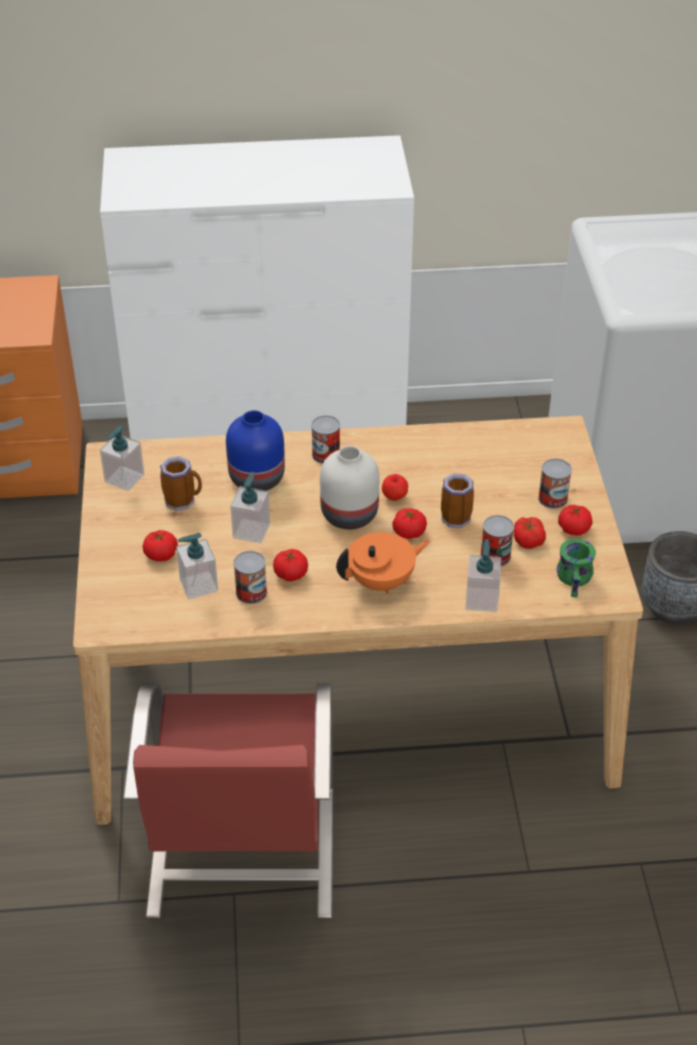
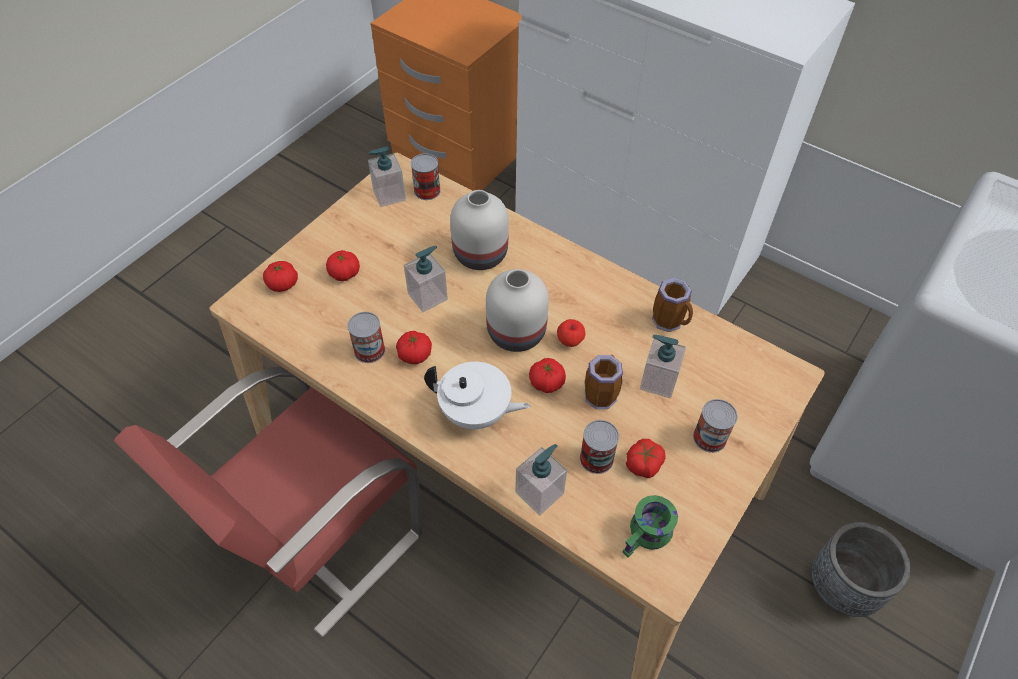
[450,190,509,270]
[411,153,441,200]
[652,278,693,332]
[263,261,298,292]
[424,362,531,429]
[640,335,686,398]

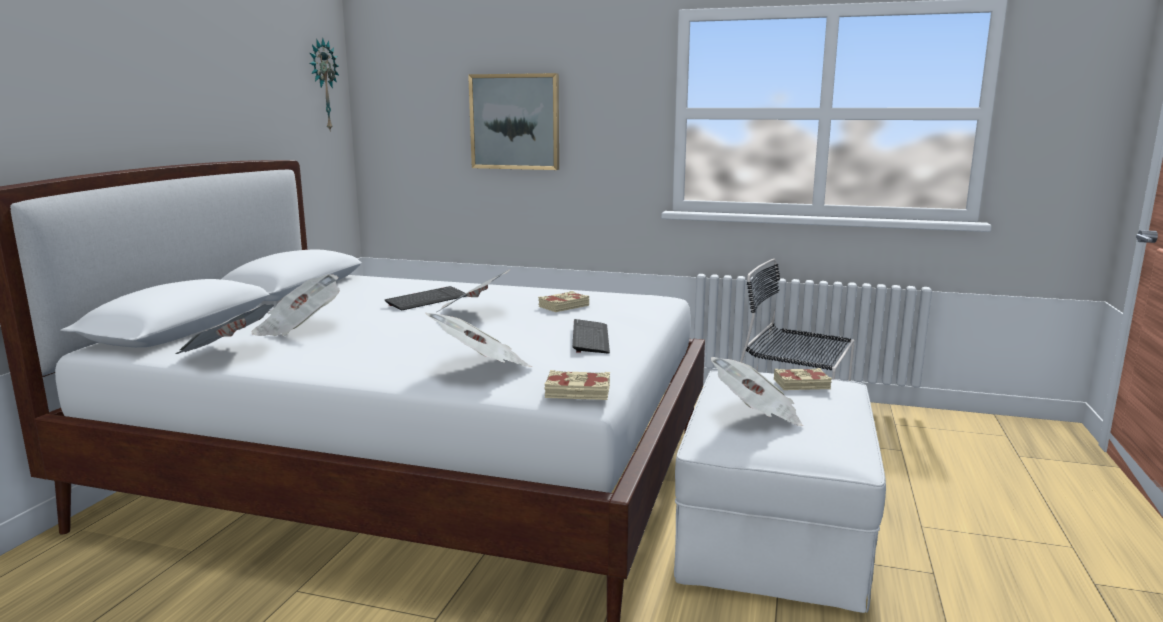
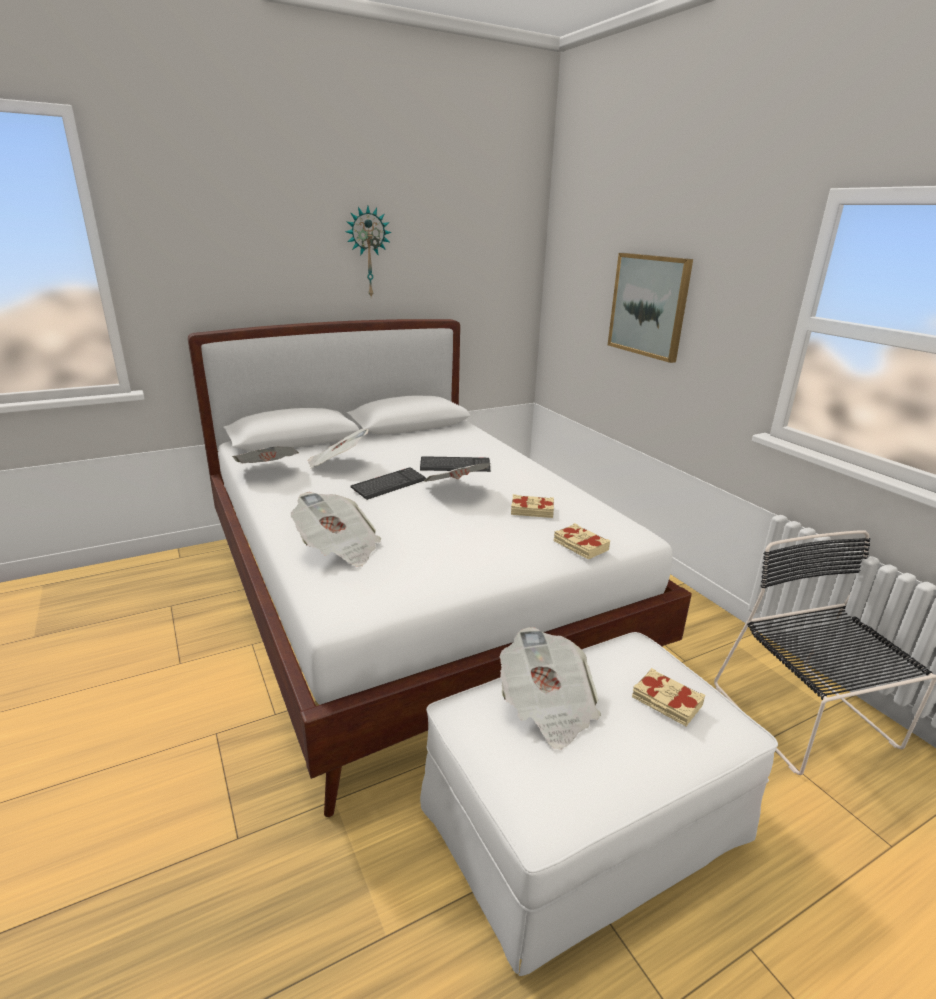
[345,206,392,296]
[350,467,427,500]
[554,523,610,559]

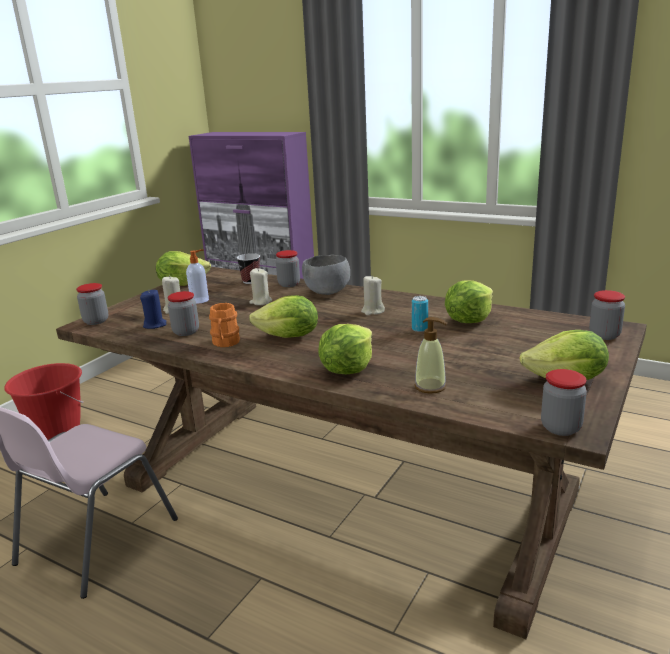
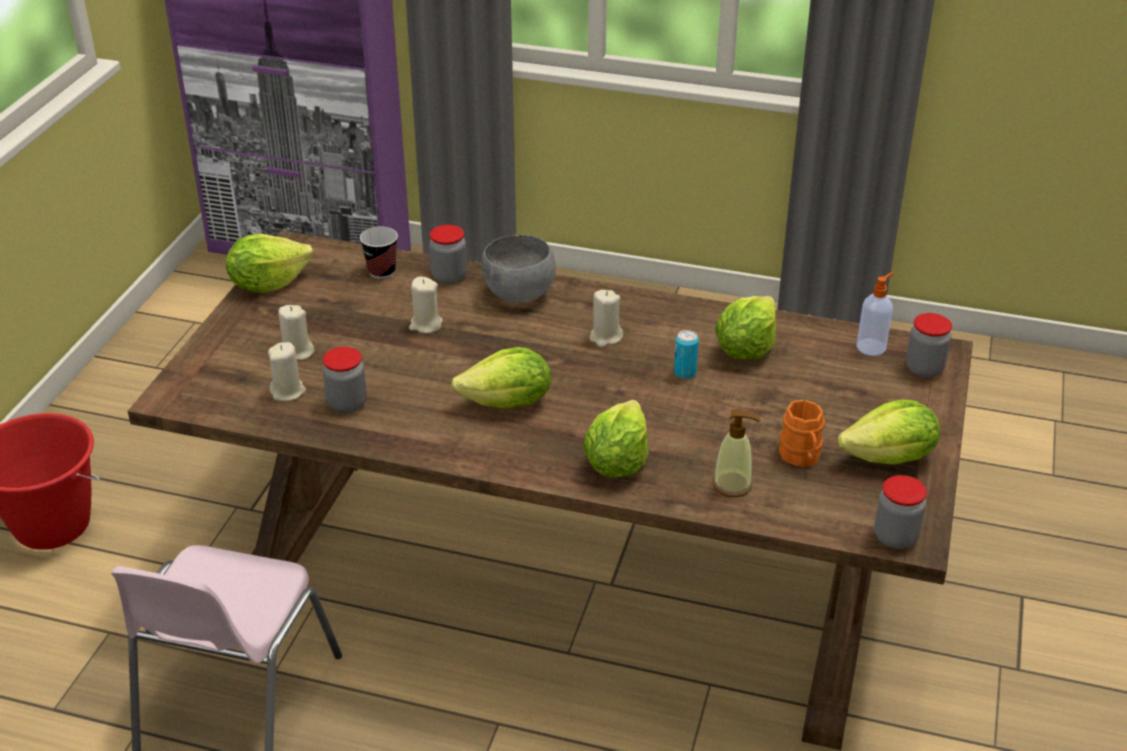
[856,272,894,356]
[76,283,108,325] (first image)
[268,342,306,401]
[779,400,825,467]

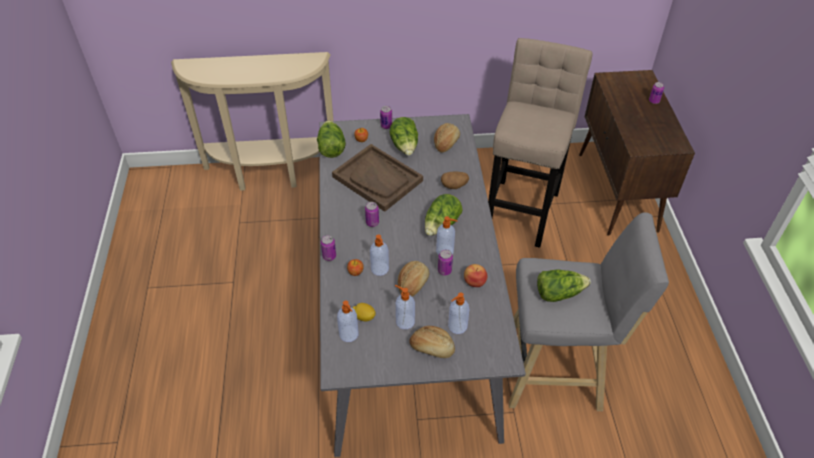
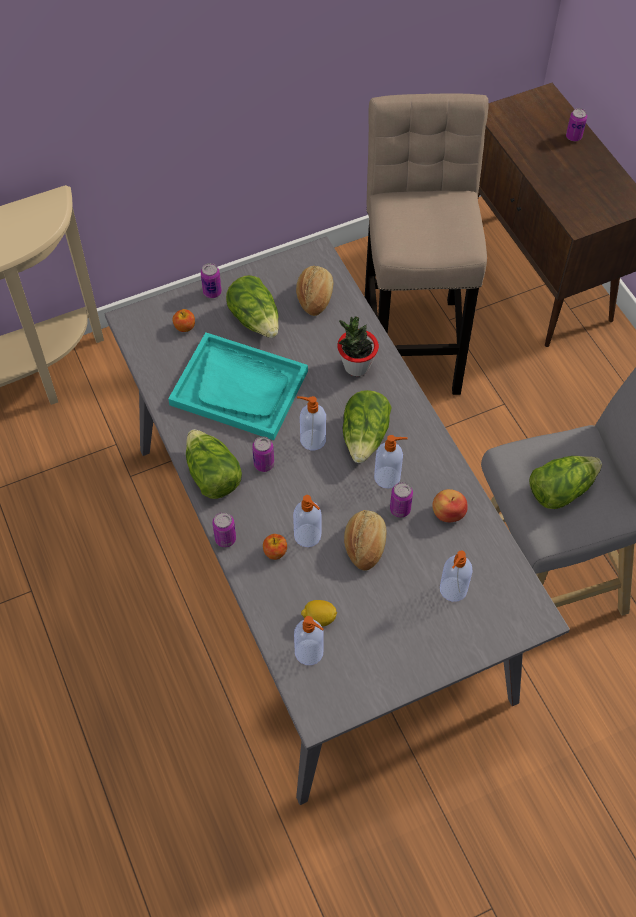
[186,429,242,499]
[168,332,308,440]
[337,316,379,376]
[297,396,326,450]
[409,326,455,358] (first image)

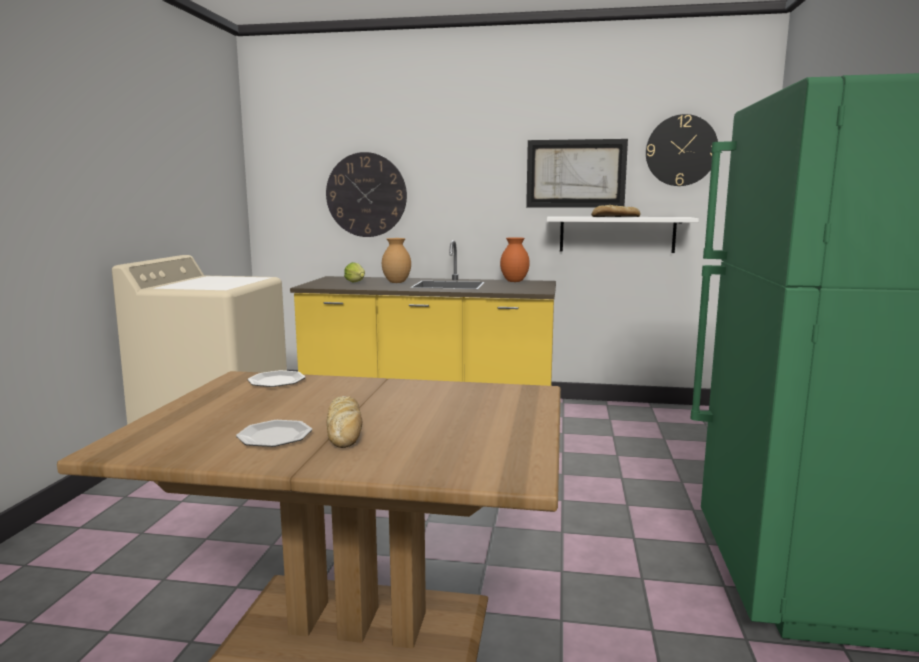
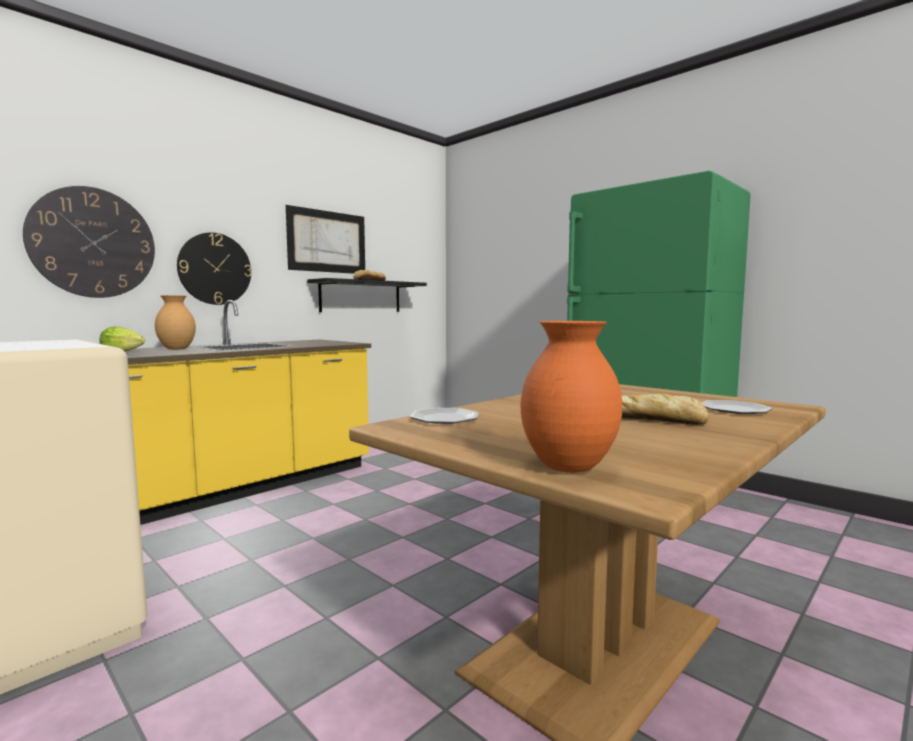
[177,232,252,305]
[307,278,427,312]
[521,321,623,473]
[701,400,772,414]

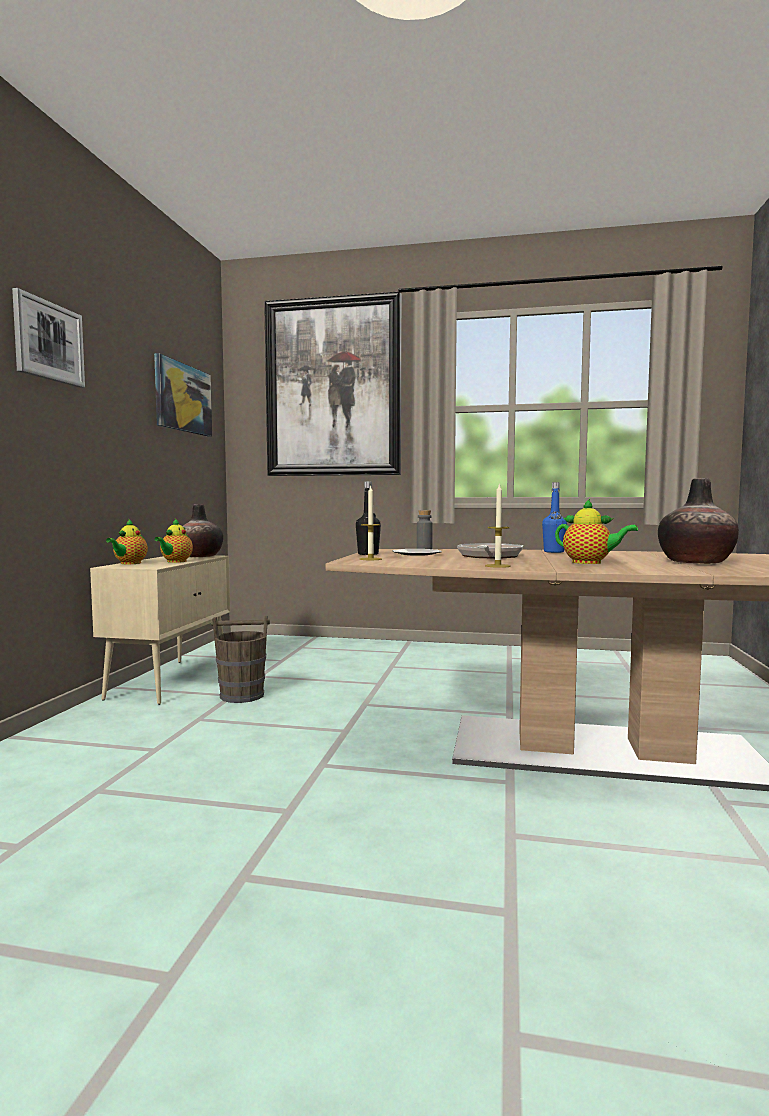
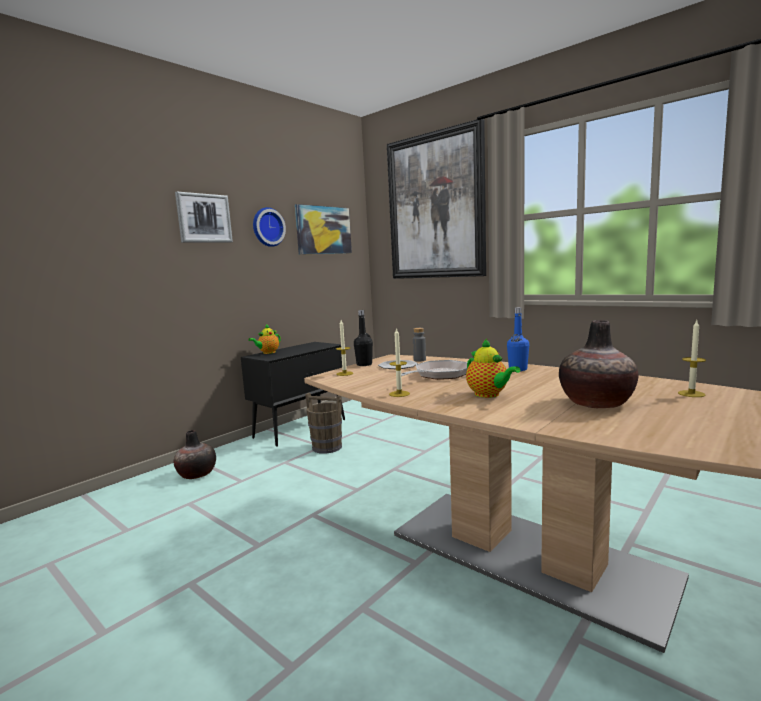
[174,430,216,479]
[154,519,193,563] (first image)
[241,342,345,447]
[253,207,286,247]
[678,321,706,397]

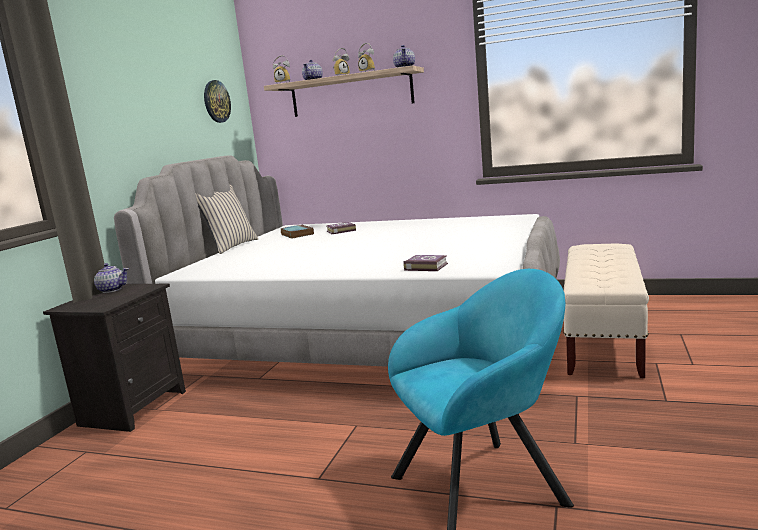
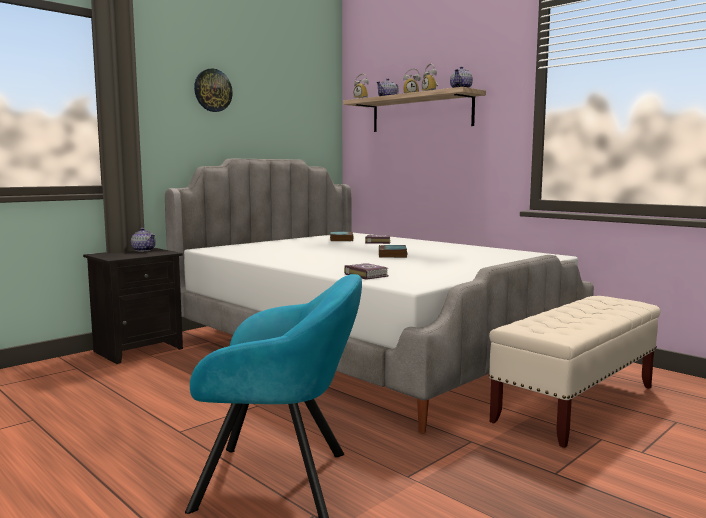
[194,68,233,112]
[195,184,258,254] (first image)
[379,245,407,258]

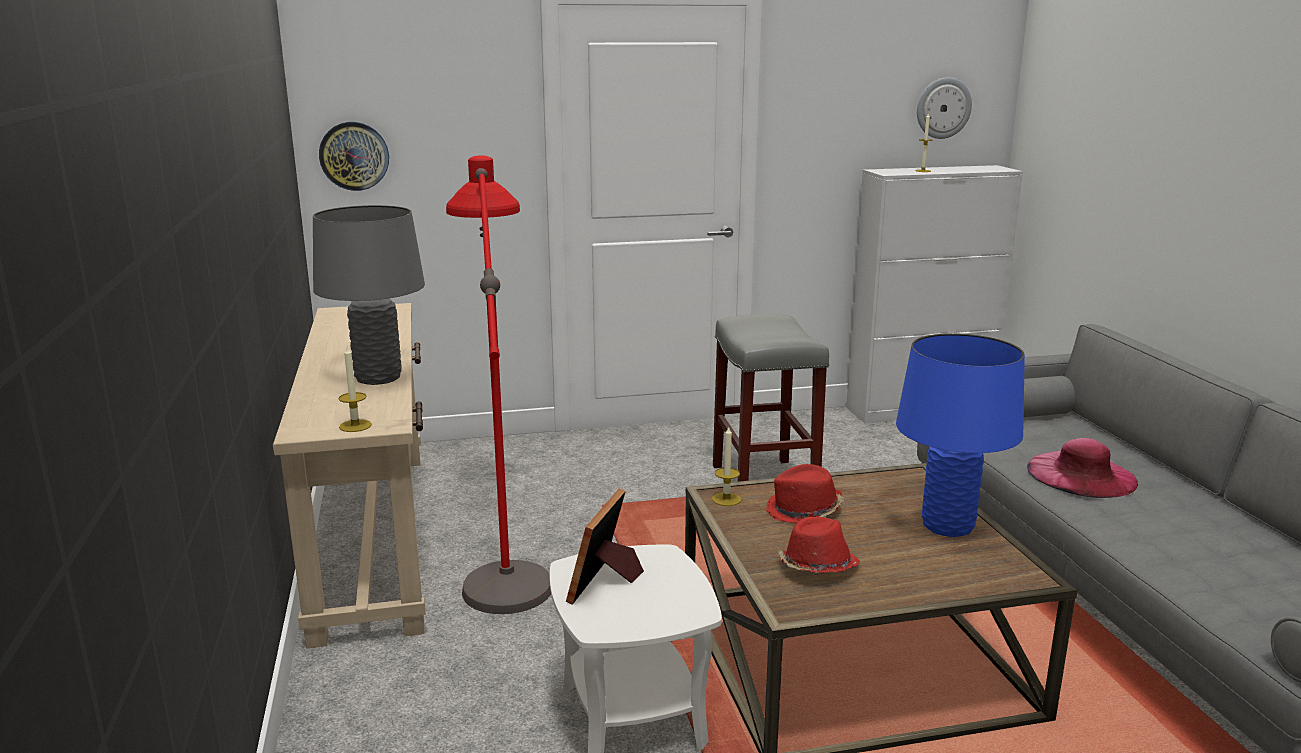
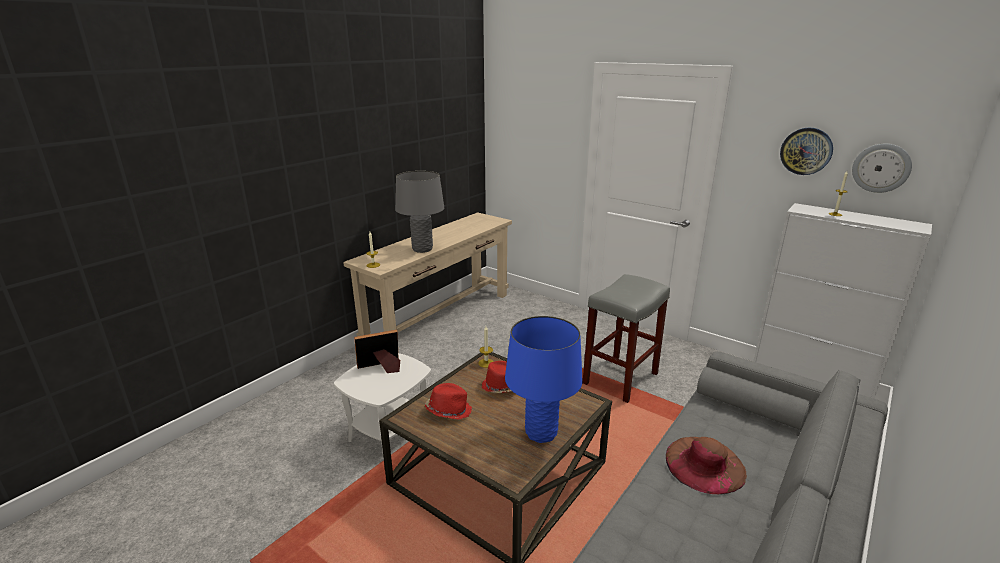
[780,128,833,175]
[446,155,551,614] (first image)
[666,437,747,495]

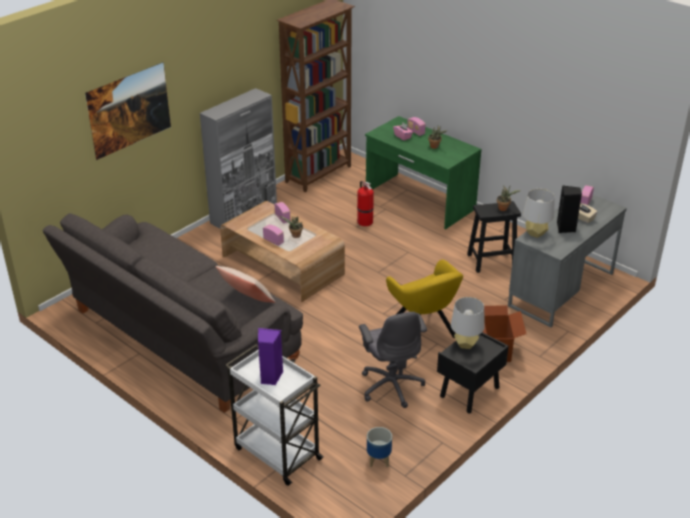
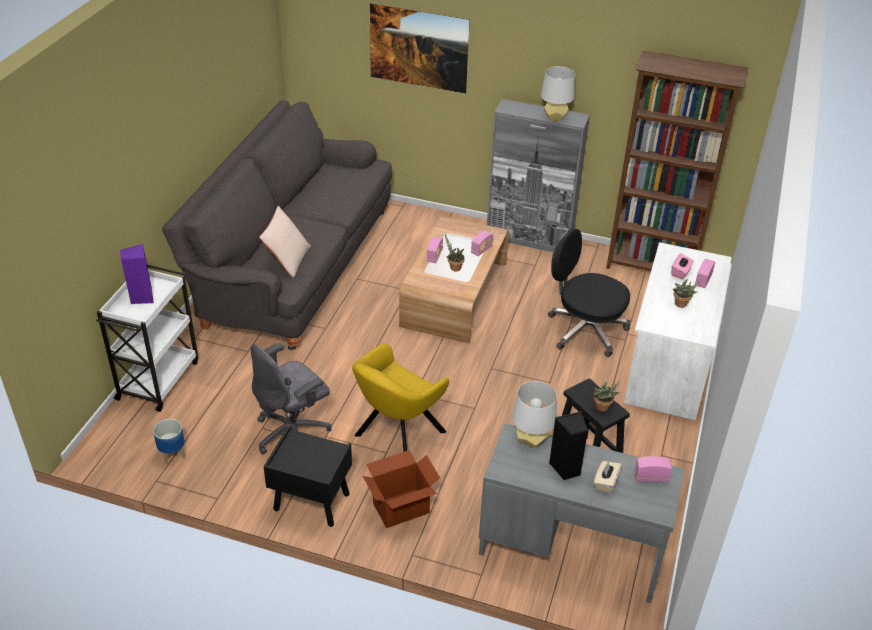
[624,242,732,420]
[548,228,631,357]
[541,66,575,121]

